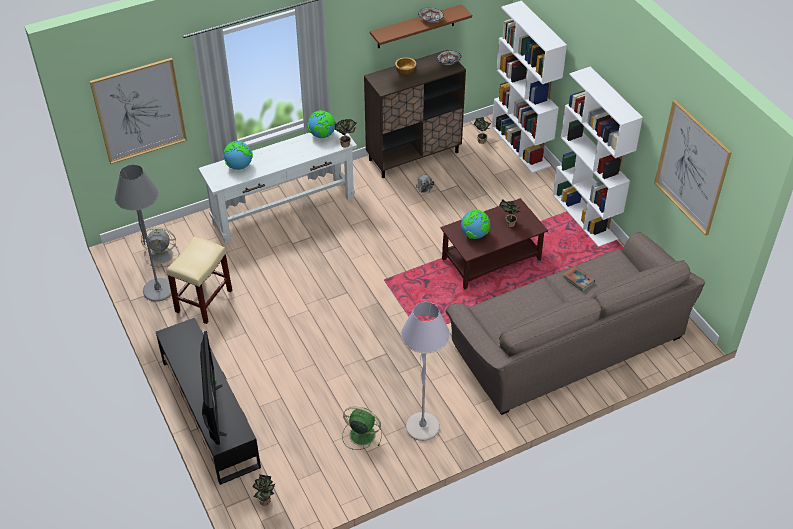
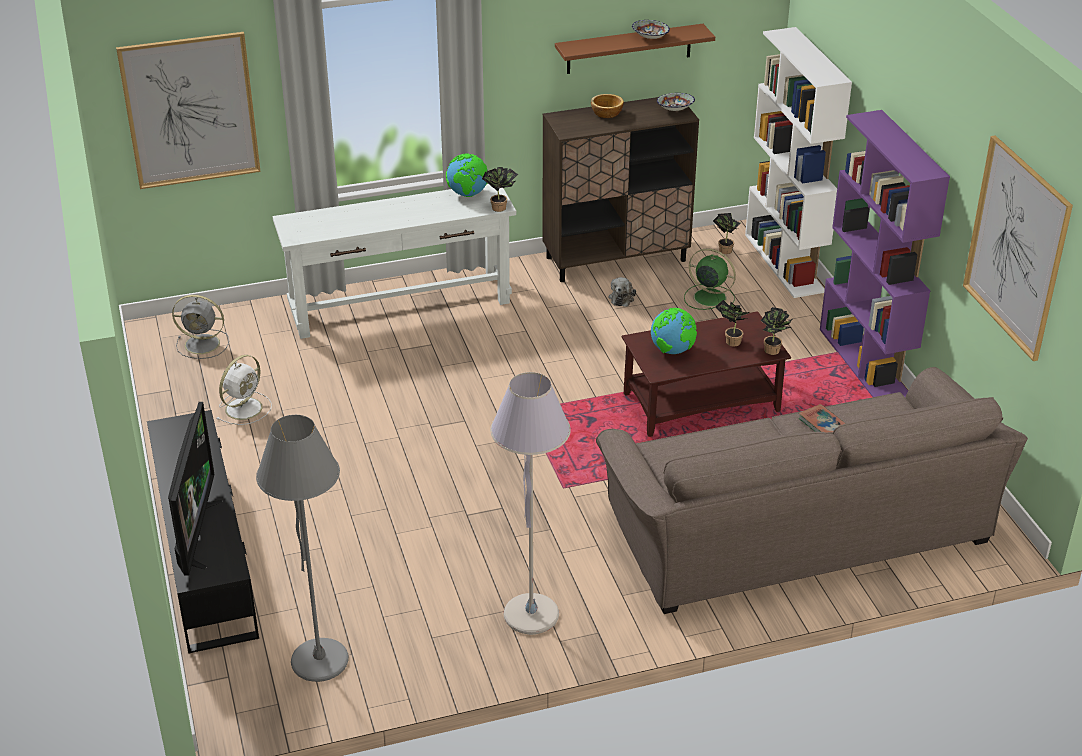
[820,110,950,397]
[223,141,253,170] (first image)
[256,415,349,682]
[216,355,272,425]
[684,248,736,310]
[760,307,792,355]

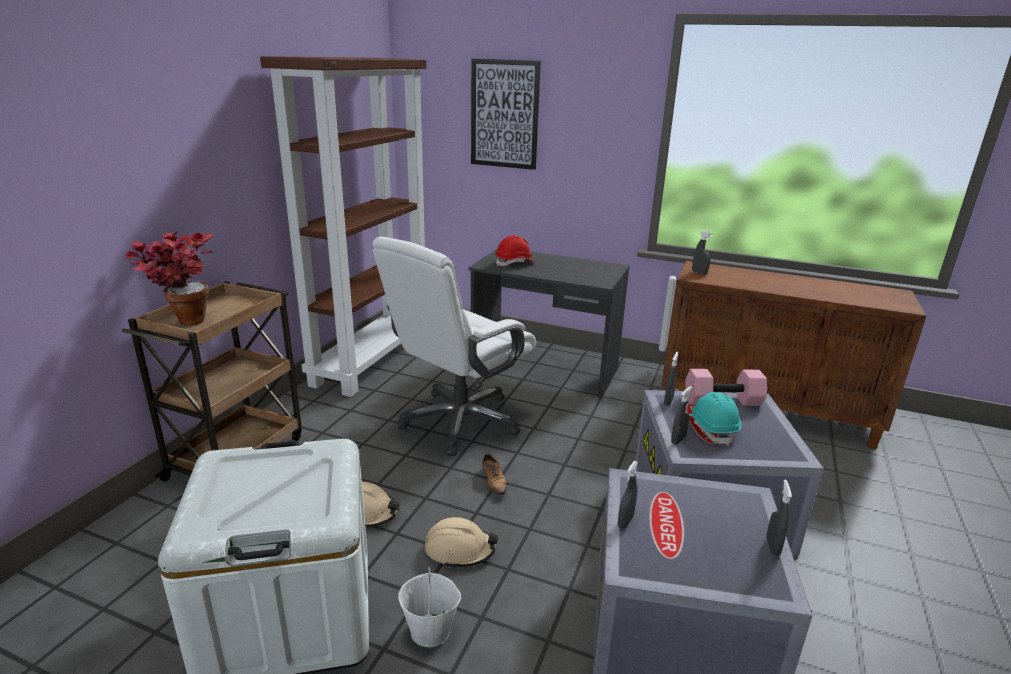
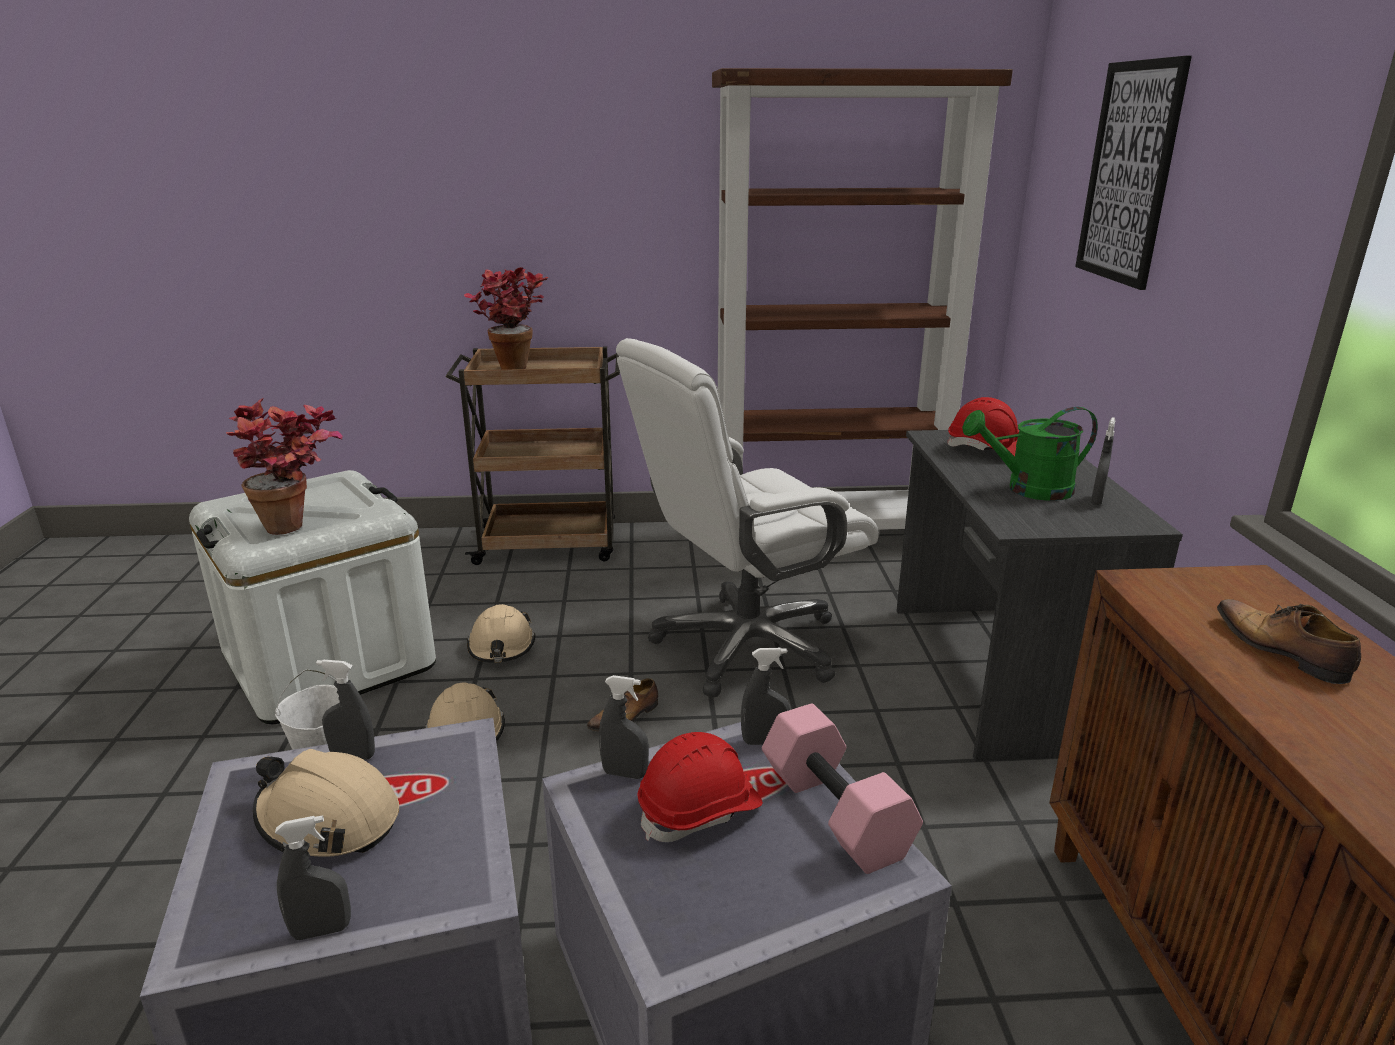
[1091,417,1115,505]
[616,338,879,697]
[637,732,763,842]
[226,398,343,535]
[962,407,1097,501]
[1217,599,1361,684]
[253,749,399,857]

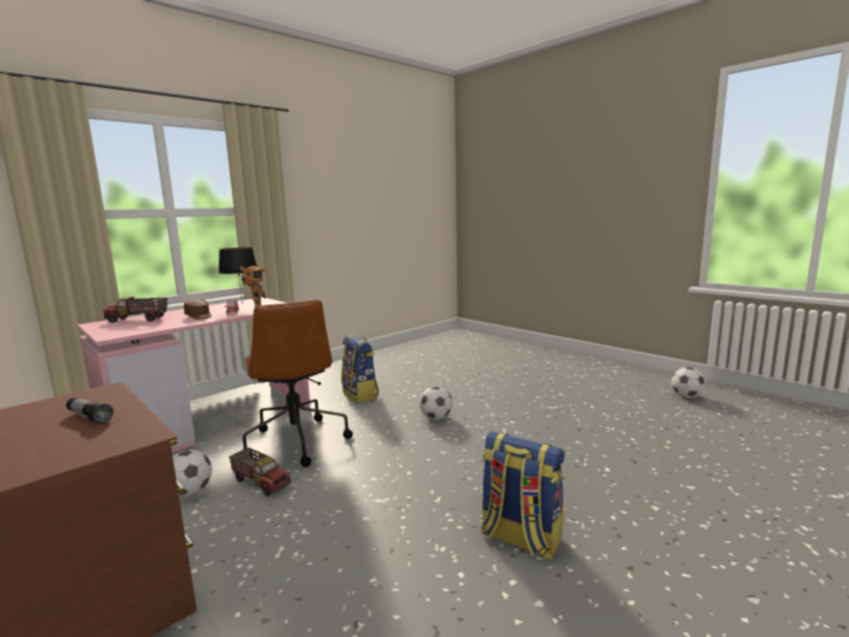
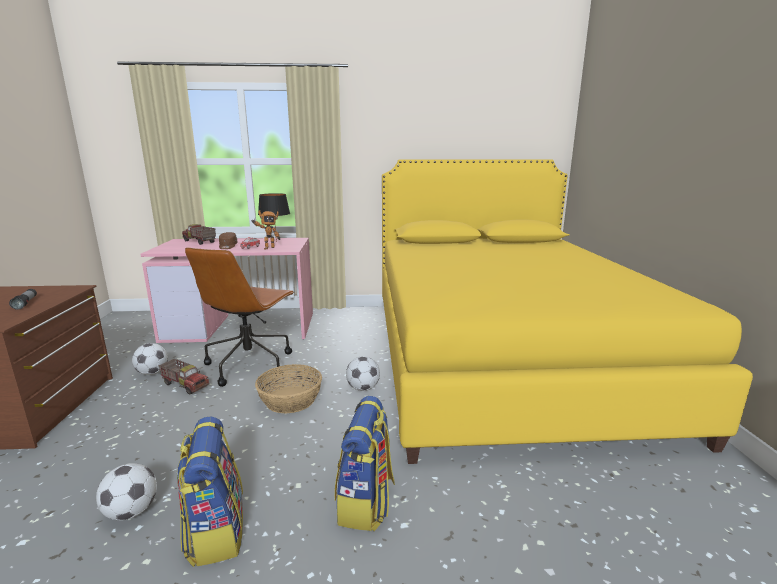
[335,396,395,531]
[96,463,157,520]
[158,359,210,395]
[382,159,753,464]
[255,364,322,413]

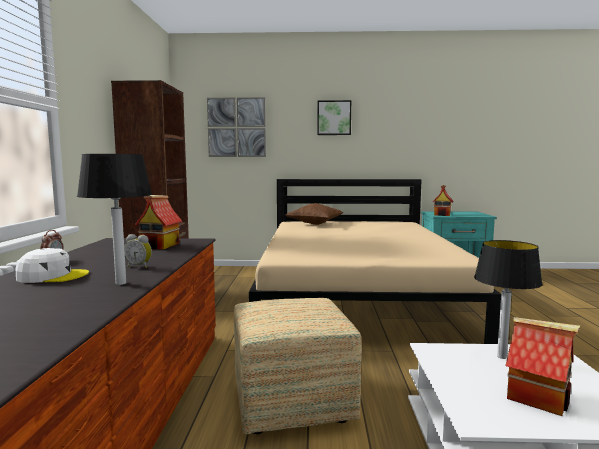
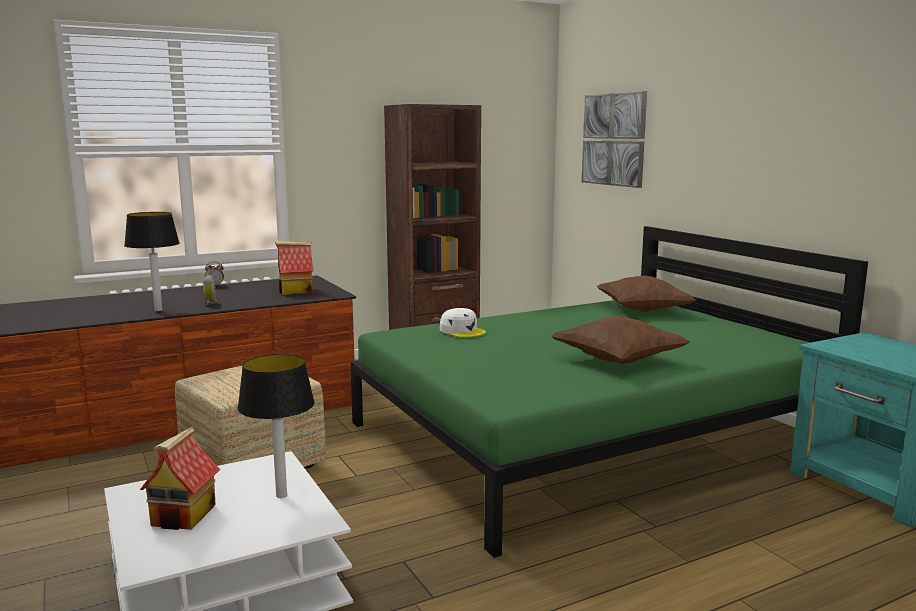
[317,100,351,135] (first image)
[350,226,868,558]
[433,185,453,216] (first image)
[440,308,486,337]
[551,316,690,364]

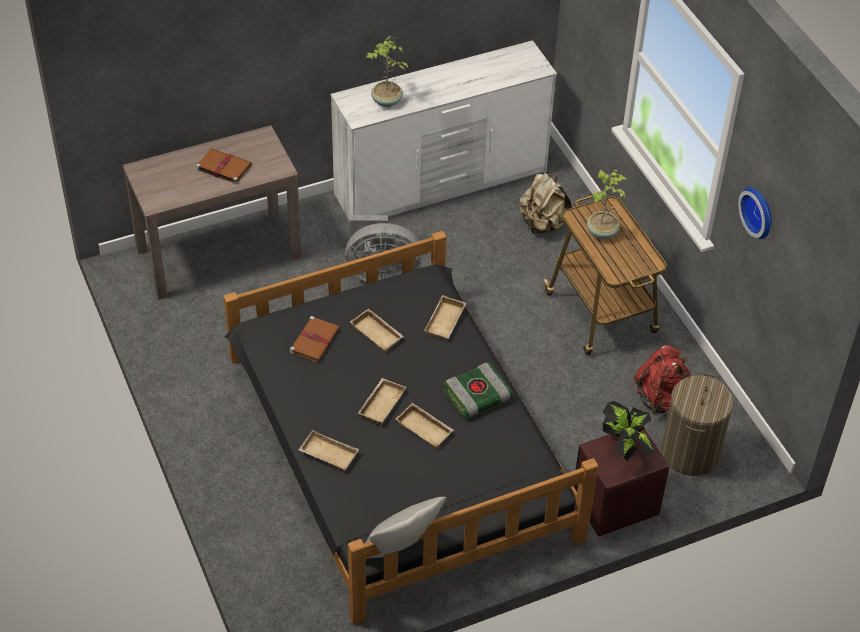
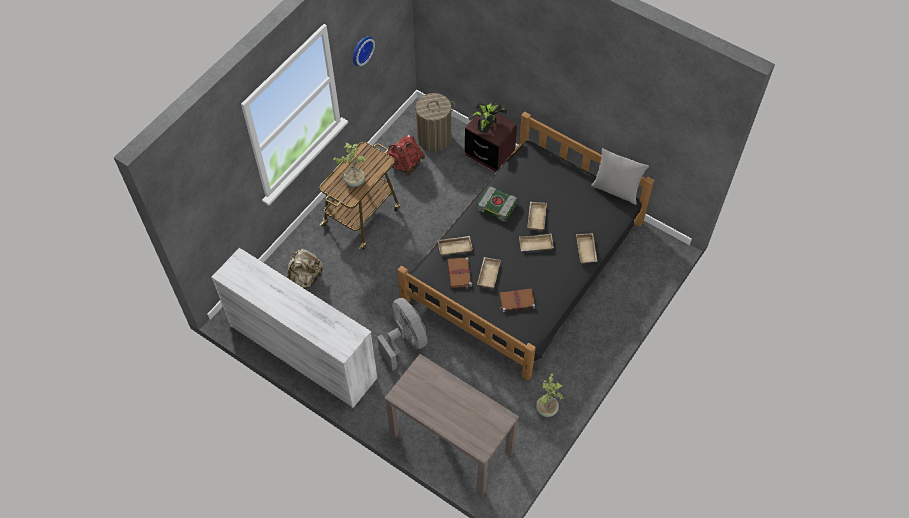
[536,374,564,417]
[447,257,472,289]

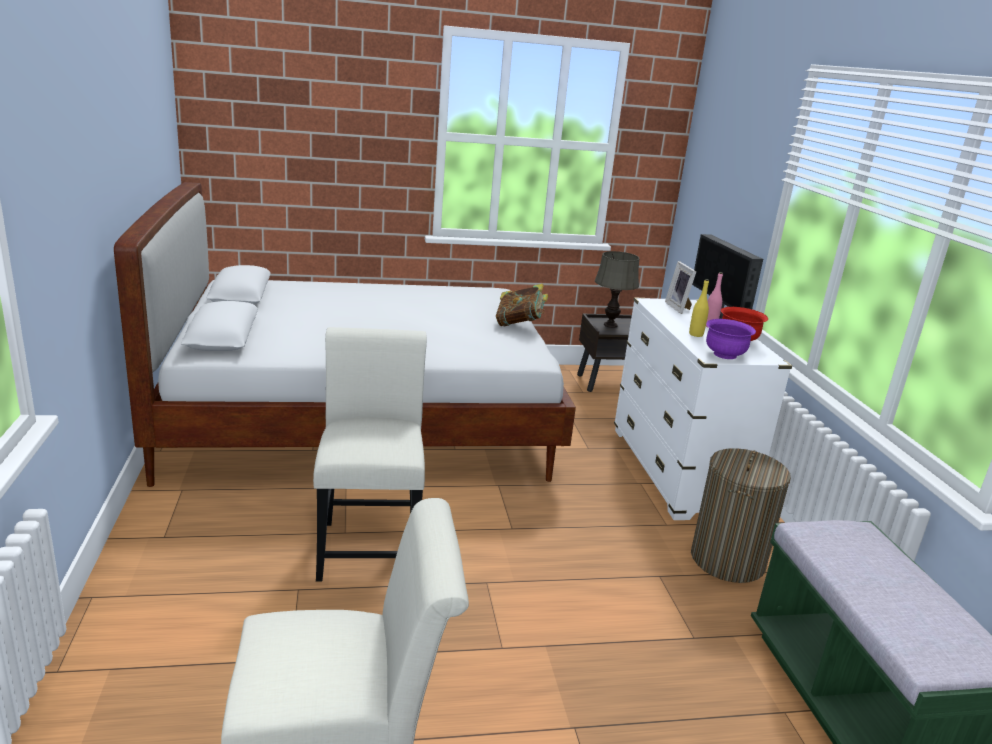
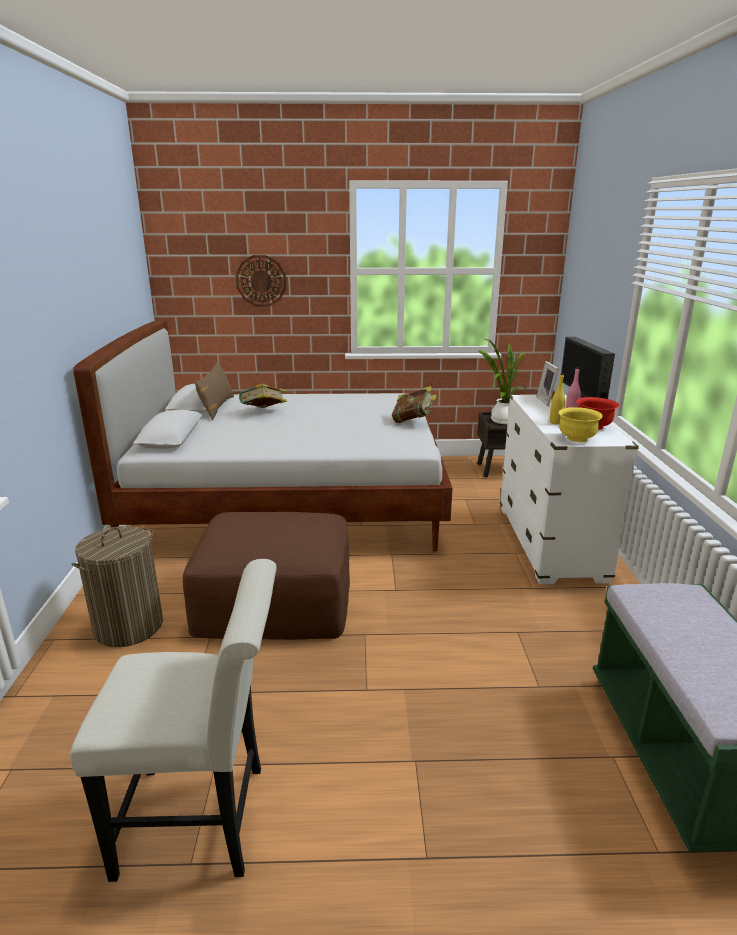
[479,339,526,424]
[558,407,603,442]
[183,512,350,640]
[72,526,163,647]
[236,255,286,307]
[195,361,234,420]
[239,384,287,408]

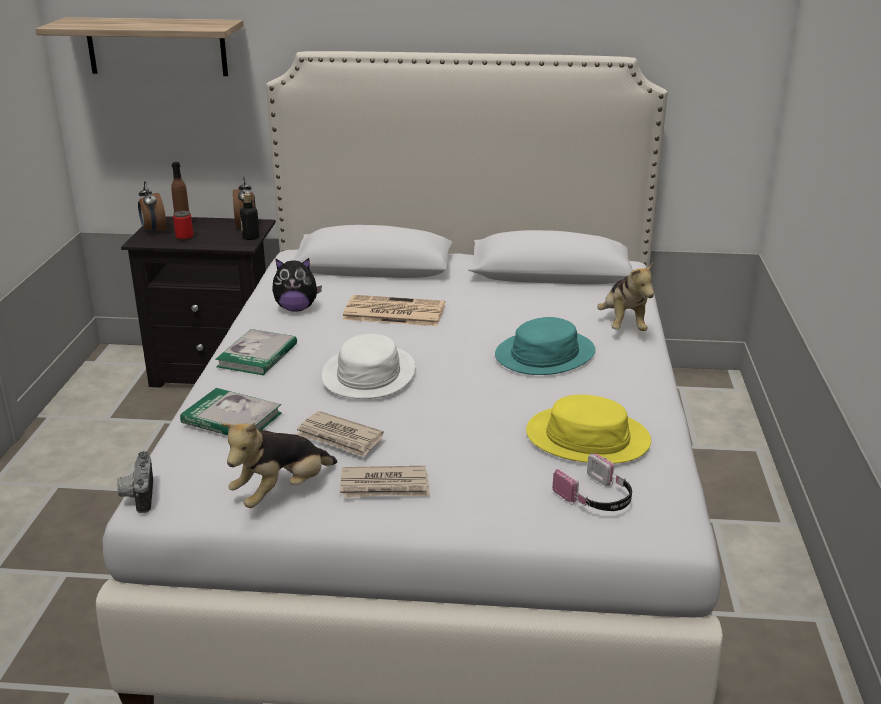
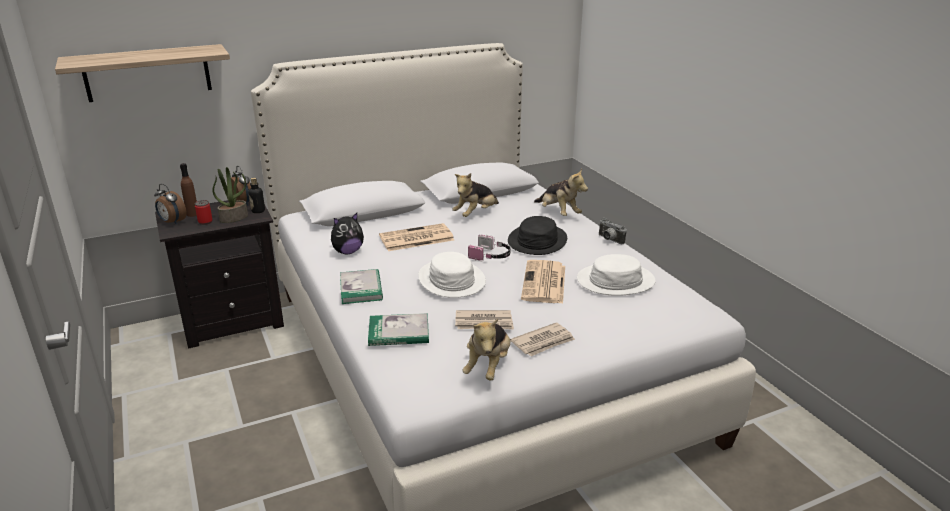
[508,216,567,255]
[577,254,656,296]
[599,218,627,244]
[468,235,511,261]
[212,167,248,223]
[452,173,499,217]
[521,260,565,304]

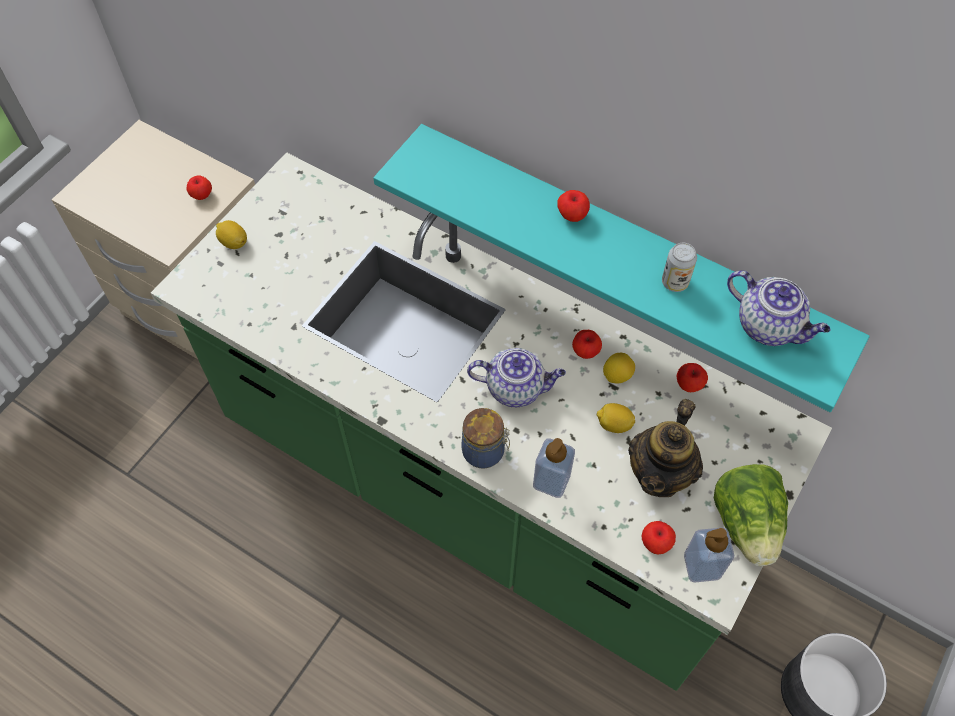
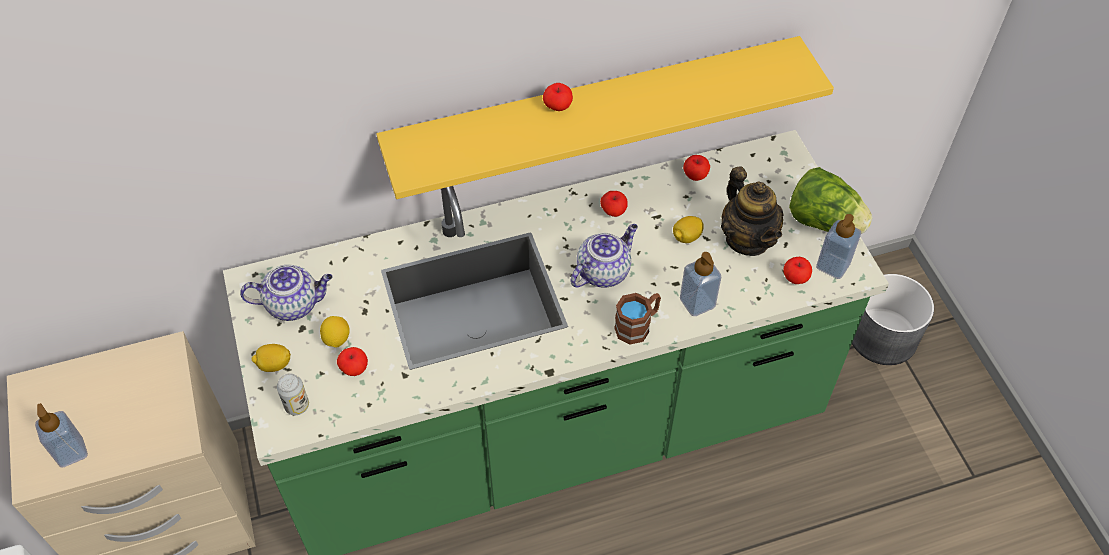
[377,36,834,199]
[337,347,368,376]
[277,373,309,415]
[240,265,333,321]
[320,316,350,348]
[614,293,661,345]
[35,403,88,468]

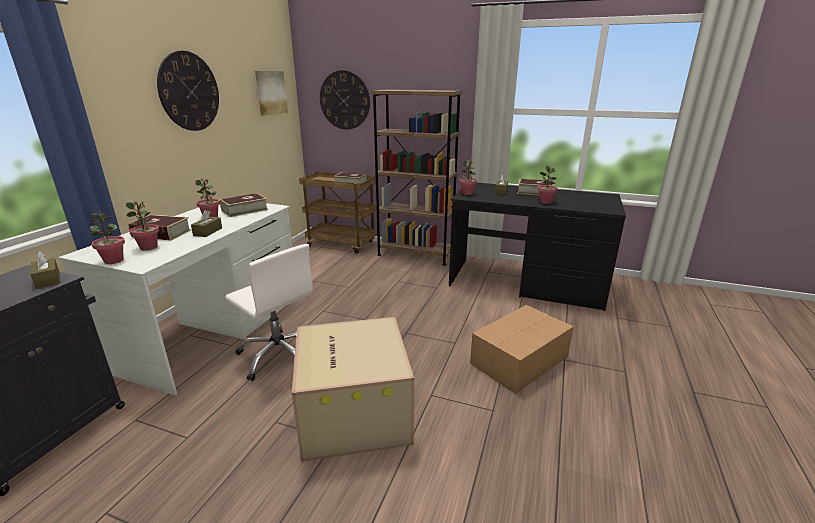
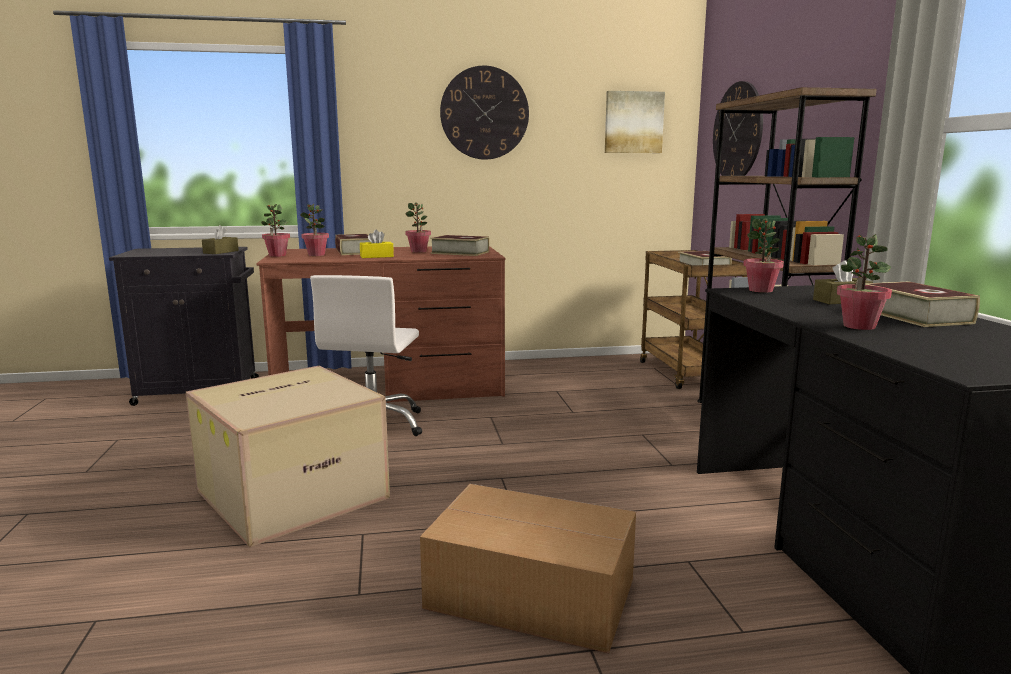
[256,246,506,403]
[360,230,394,258]

